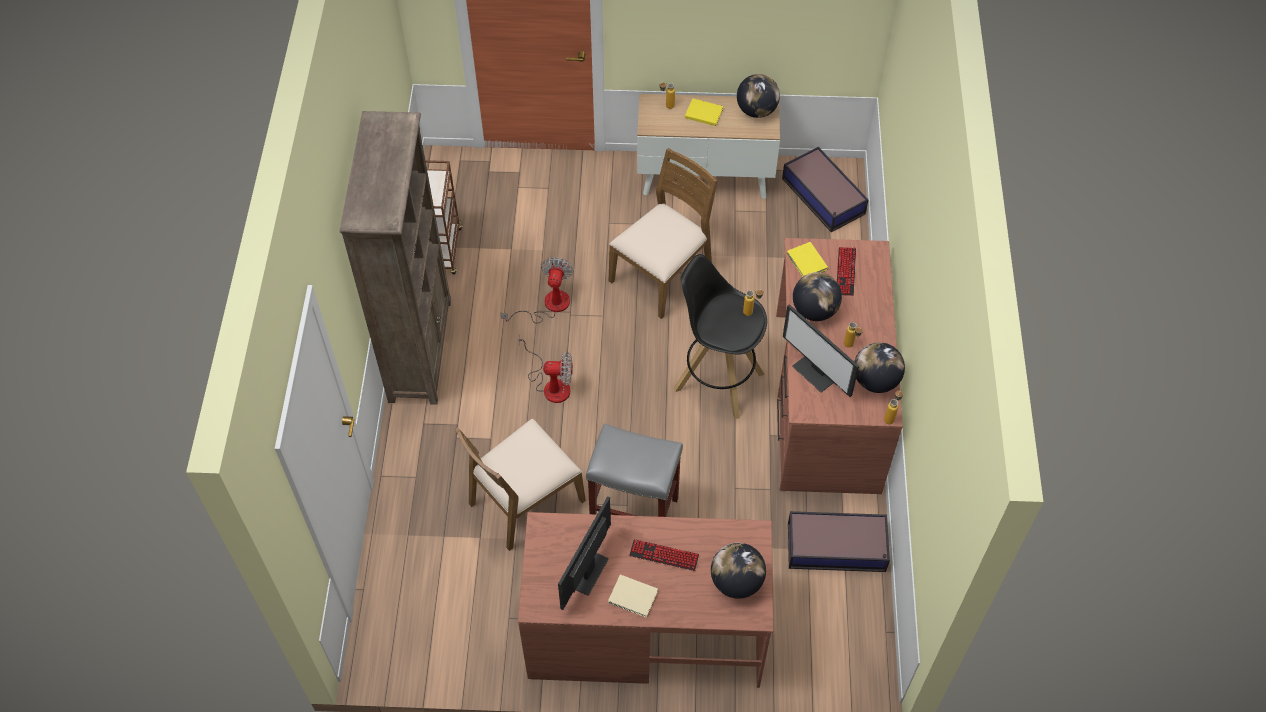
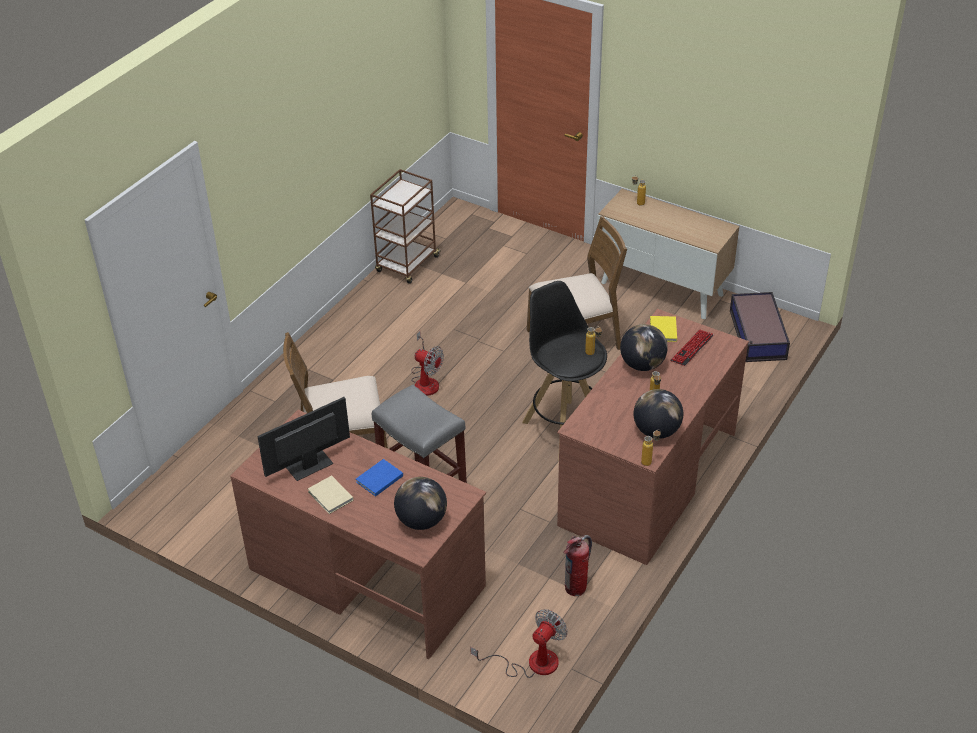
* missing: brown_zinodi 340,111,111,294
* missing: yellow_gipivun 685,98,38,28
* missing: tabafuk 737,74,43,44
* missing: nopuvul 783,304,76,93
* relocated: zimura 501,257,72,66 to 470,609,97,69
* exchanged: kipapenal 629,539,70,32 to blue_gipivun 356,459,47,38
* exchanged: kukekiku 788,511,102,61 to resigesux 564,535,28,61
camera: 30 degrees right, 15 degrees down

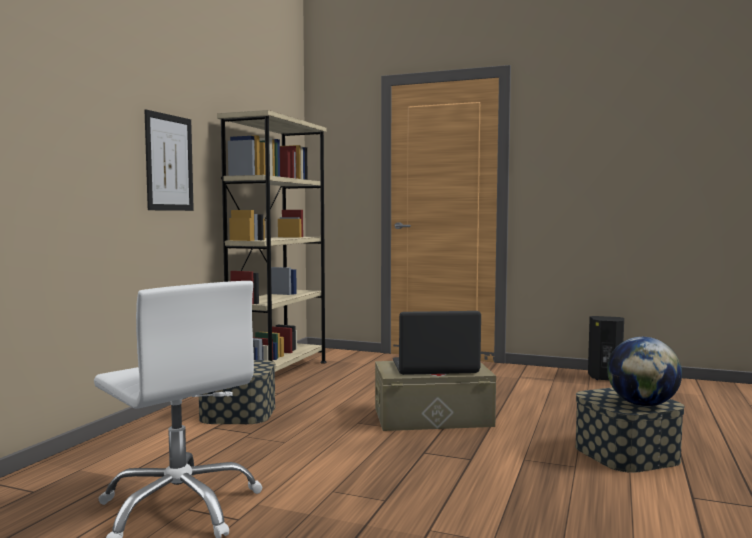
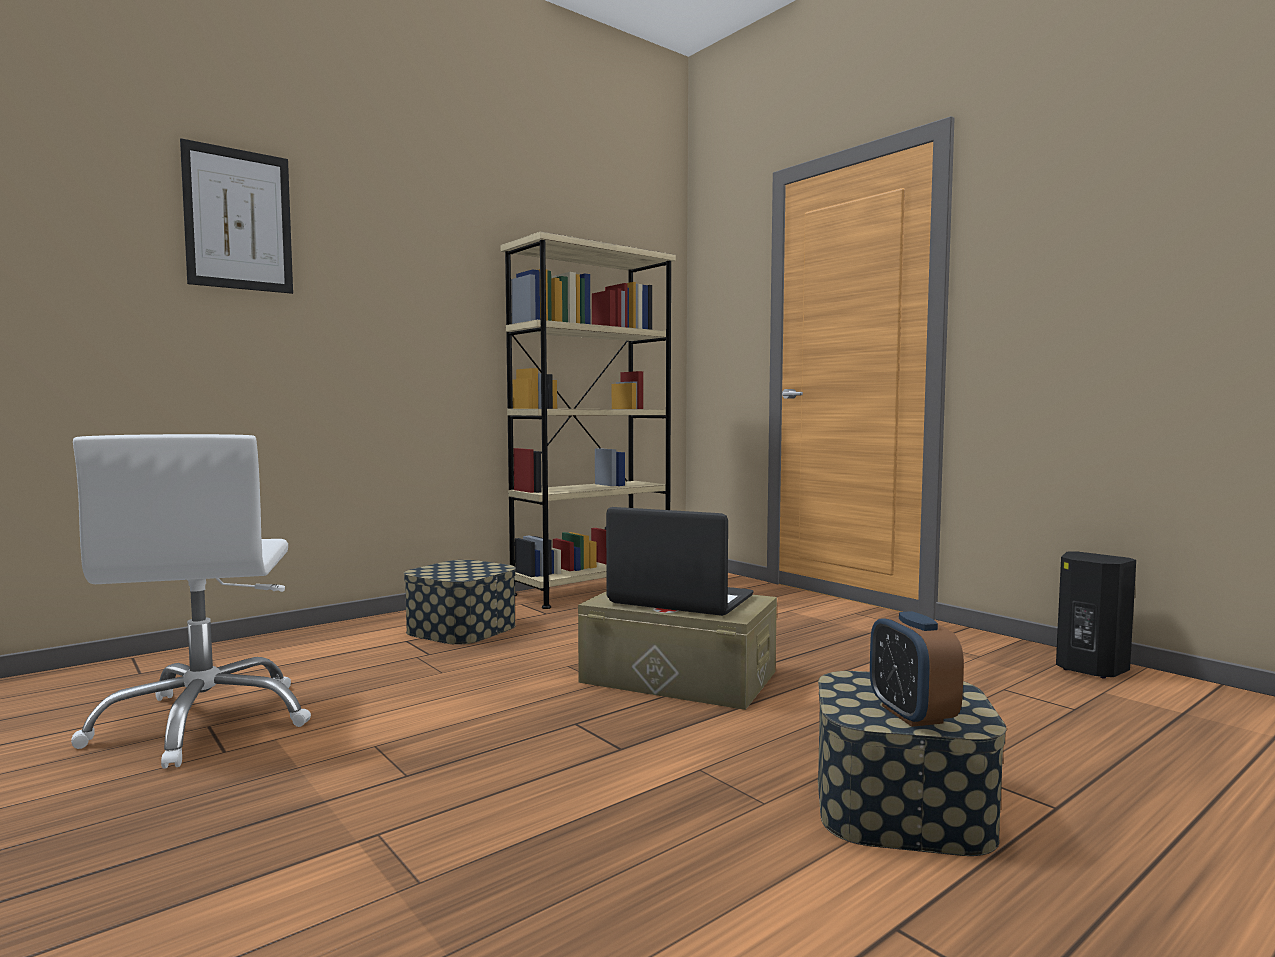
* relocated: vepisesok 144,109,50,102 to 180,138,113,156
* exchanged: tabafuk 607,337,75,69 to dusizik 870,611,94,116
camera: 30 degrees right, 0 degrees up

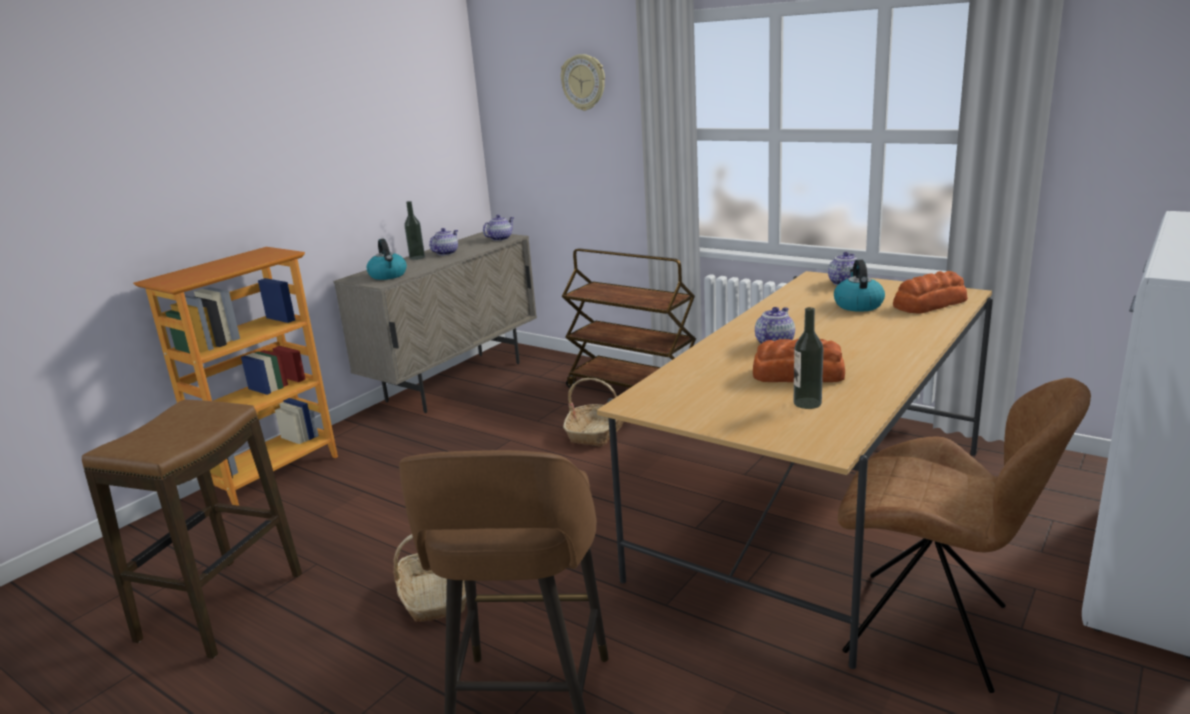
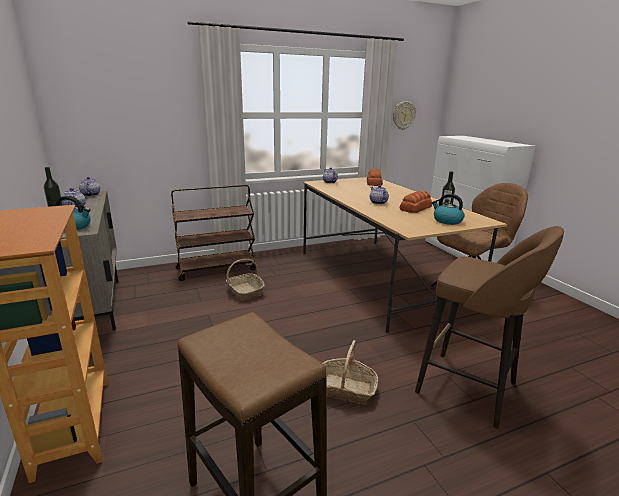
* relocated: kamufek 561,54,44,57 to 393,101,23,29
* relocated: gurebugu 834,260,51,52 to 432,194,33,31
camera: 60 degrees left, 0 degrees up

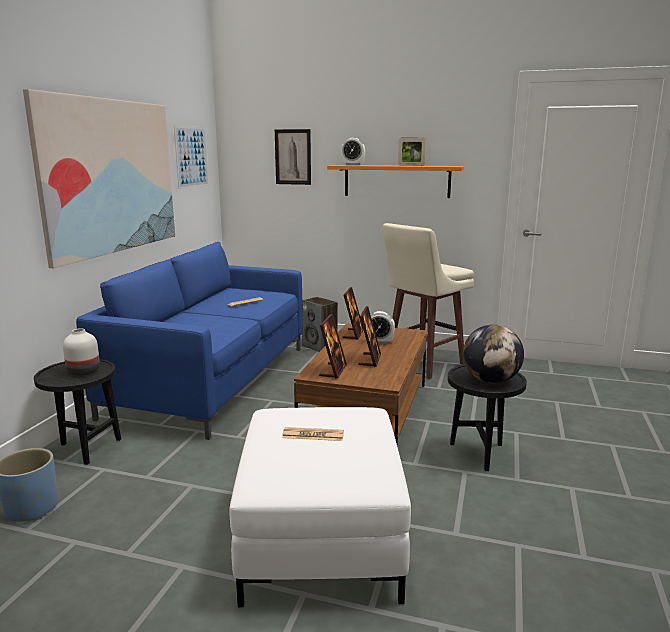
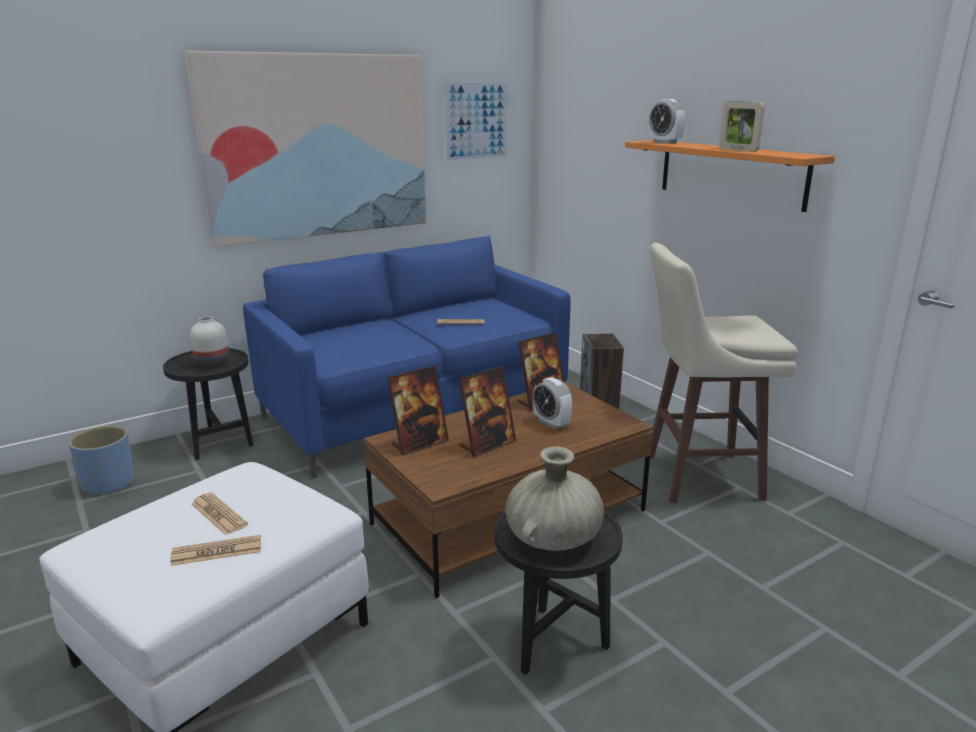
* missing: vepisesok 275,129,36,56
* appeared: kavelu 170,535,91,31
* exchanged: tabafuk 463,324,61,59 to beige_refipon 505,447,99,104
camera: 40 degrees right, 5 degrees up

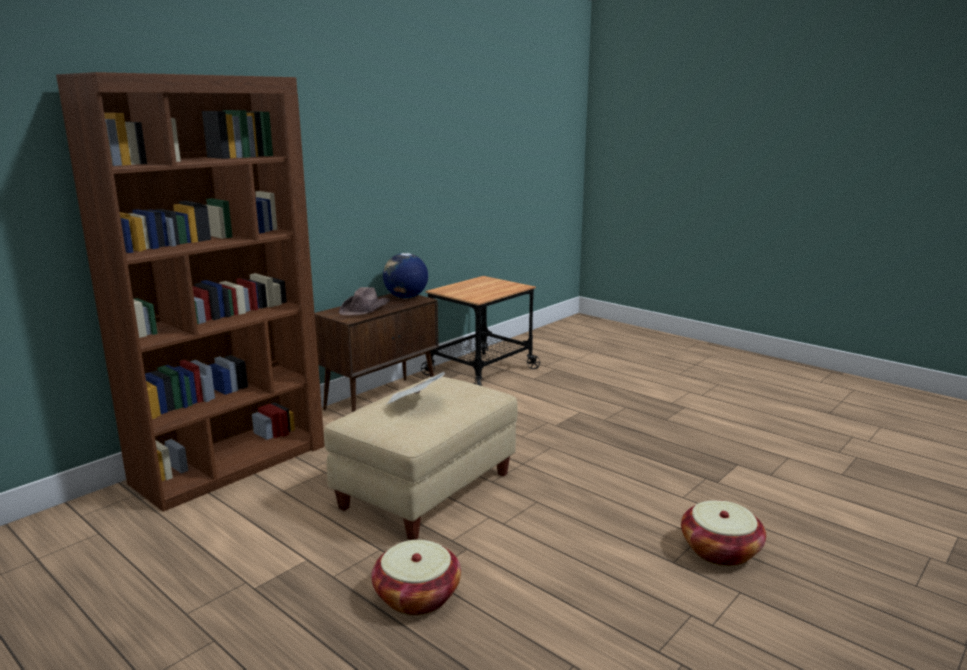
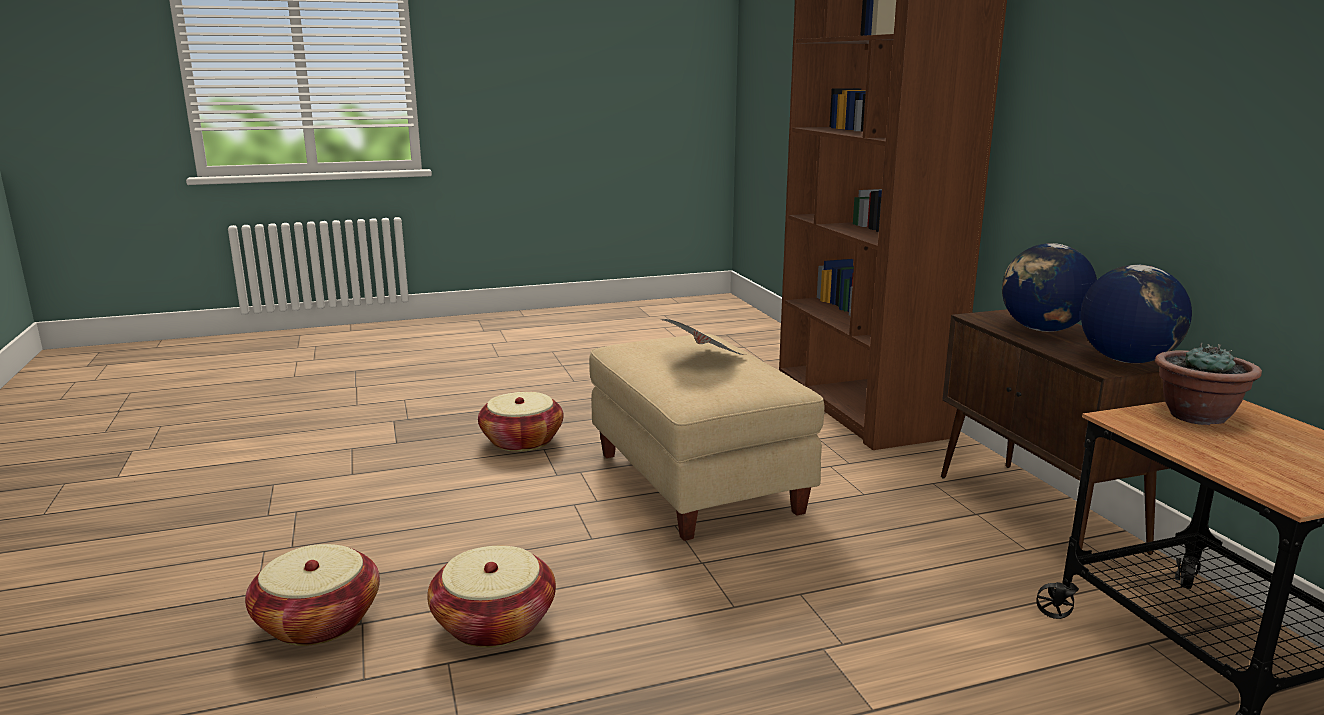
* appeared: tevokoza 427,546,129,102
* appeared: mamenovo 1155,343,107,82
* exchanged: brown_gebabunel 338,287,52,28 to tabafuk 1002,243,95,89
camera: 120 degrees right, 0 degrees up

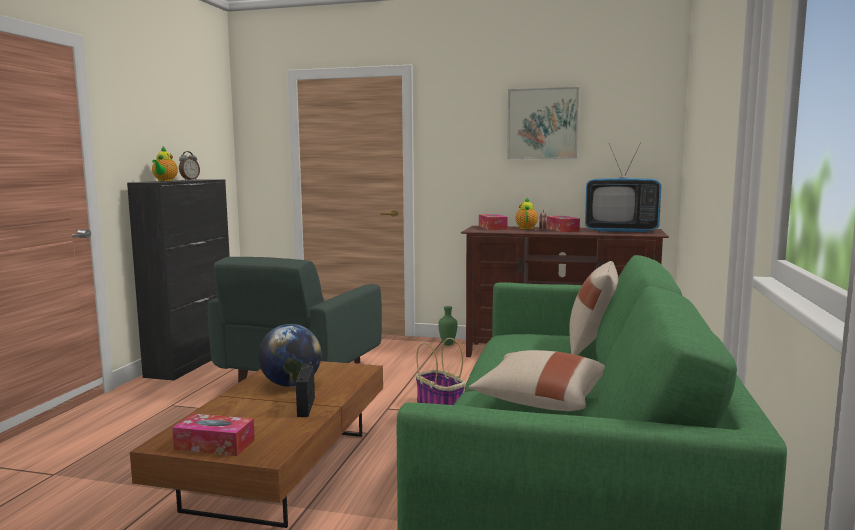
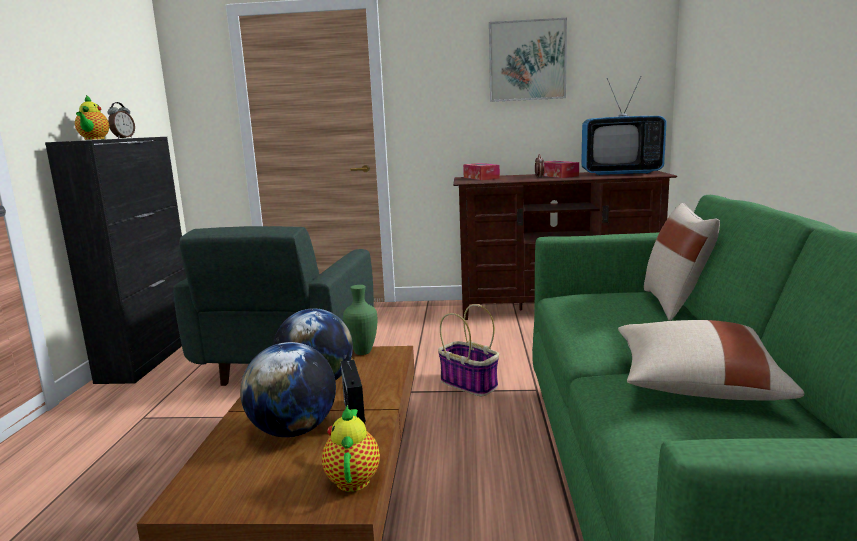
* missing: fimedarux 172,414,83,42
* appeared: tabafuk 240,342,96,95
* relocated: green_refipon 438,306,20,40 to 343,285,34,70
* relocated: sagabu 516,197,22,32 to 322,405,58,87
camera: 10 degrees left, 5 degrees up

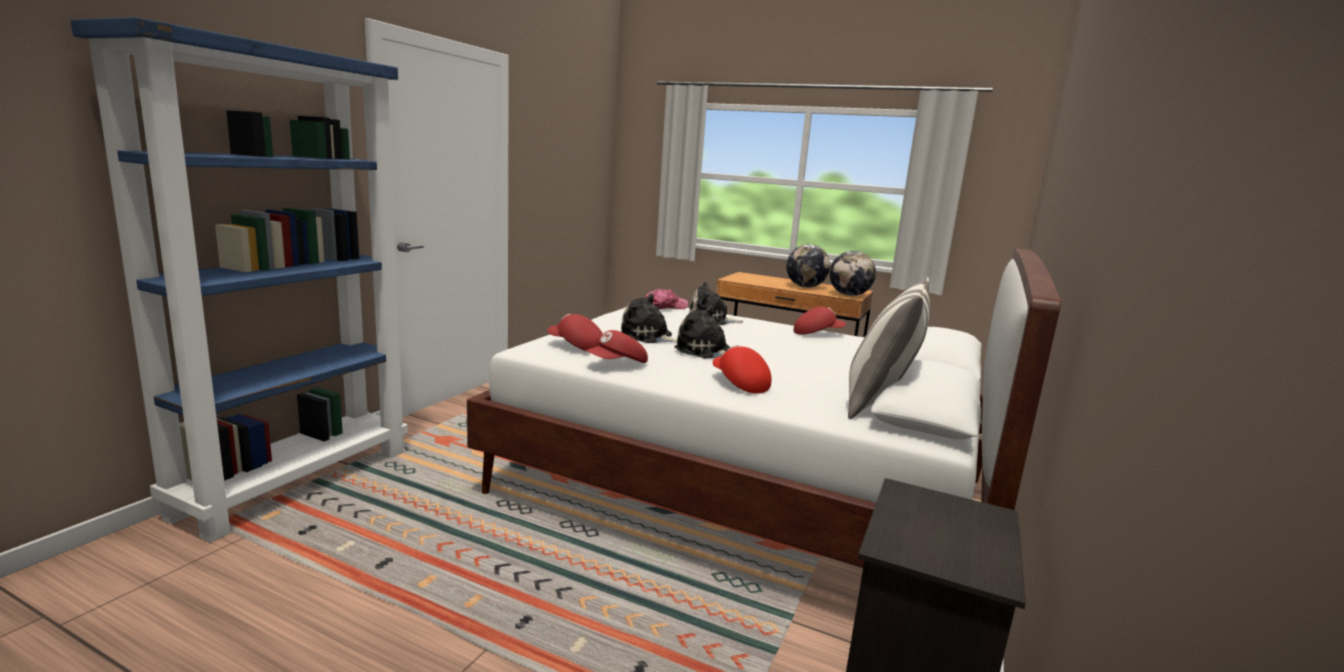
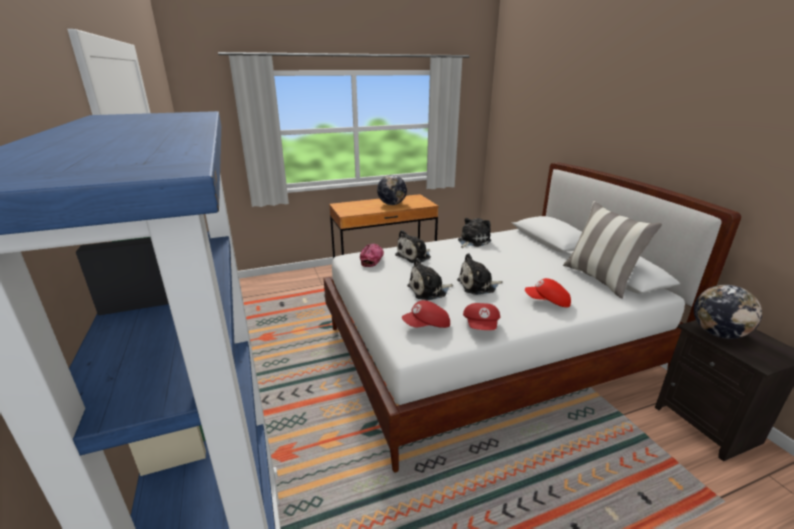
* relocated: tabafuk 829,251,47,45 to 694,285,68,54
* exchanged: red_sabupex 794,307,52,28 to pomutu 458,218,33,30
camera: 45 degrees left, 10 degrees up

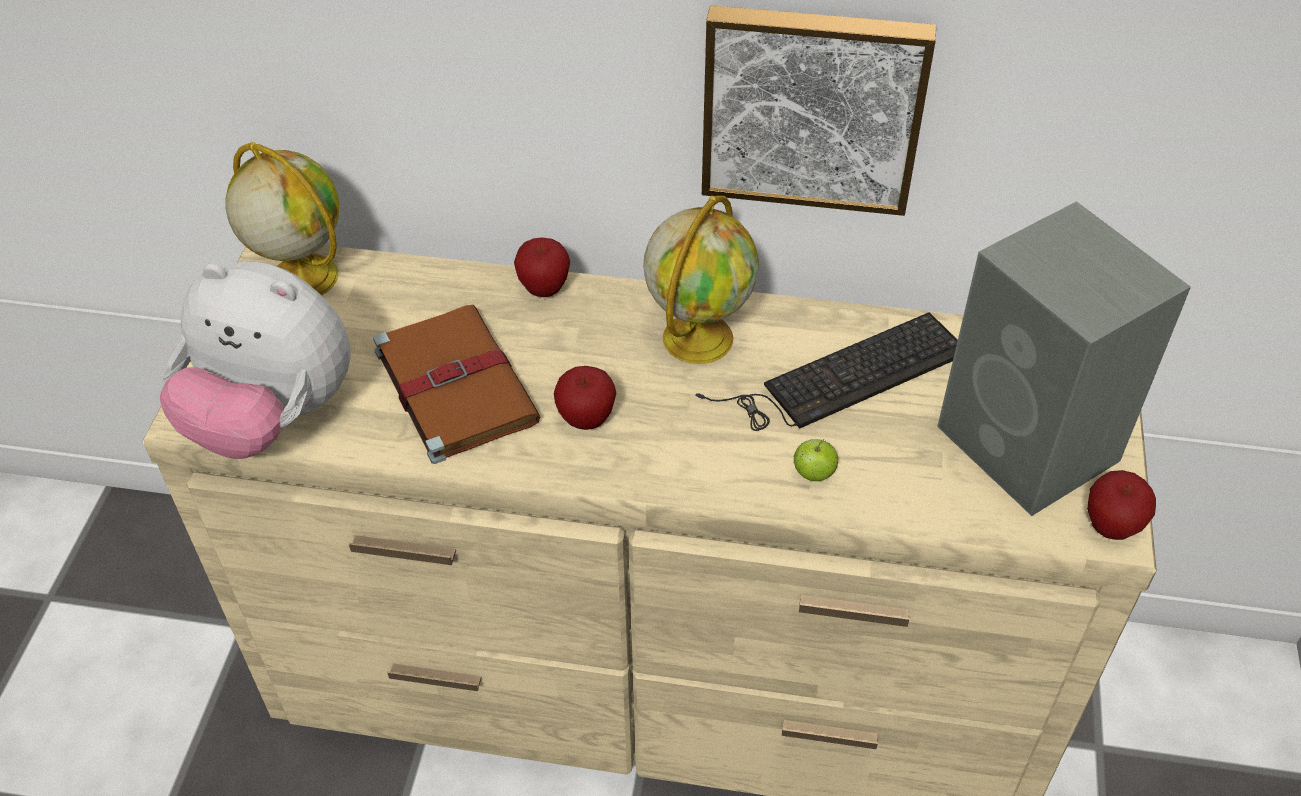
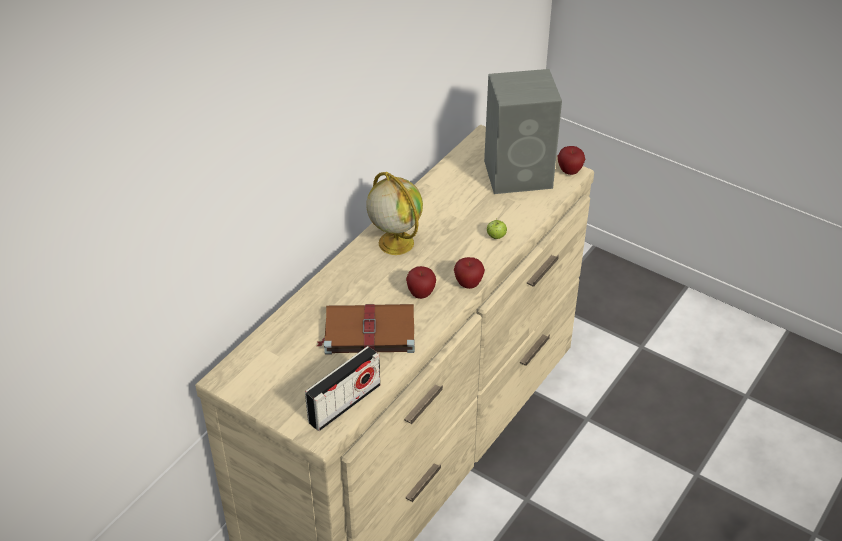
* missing: tabafuk 226,142,113,154
* missing: kipapenal 695,312,263,119
* missing: vepisesok 702,5,234,211
* relocated: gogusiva 514,238,56,59 to 454,257,31,32
* exchanged: pomutu 160,262,191,197 to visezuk 305,346,75,85
camera: 65 degrees left, 5 degrees down

